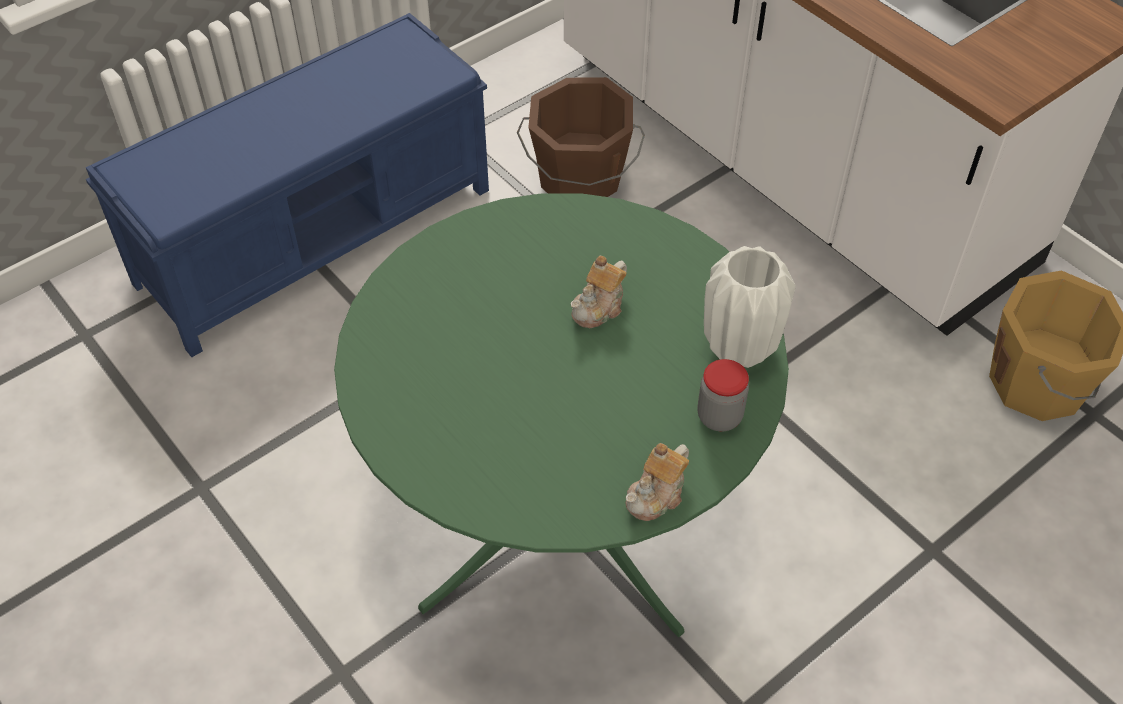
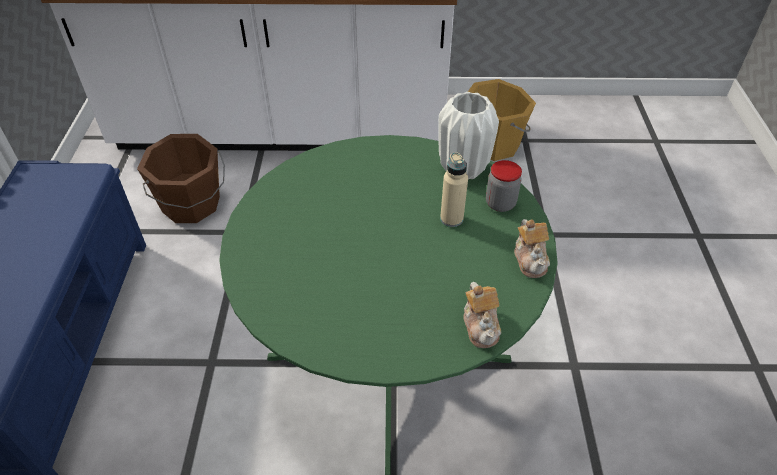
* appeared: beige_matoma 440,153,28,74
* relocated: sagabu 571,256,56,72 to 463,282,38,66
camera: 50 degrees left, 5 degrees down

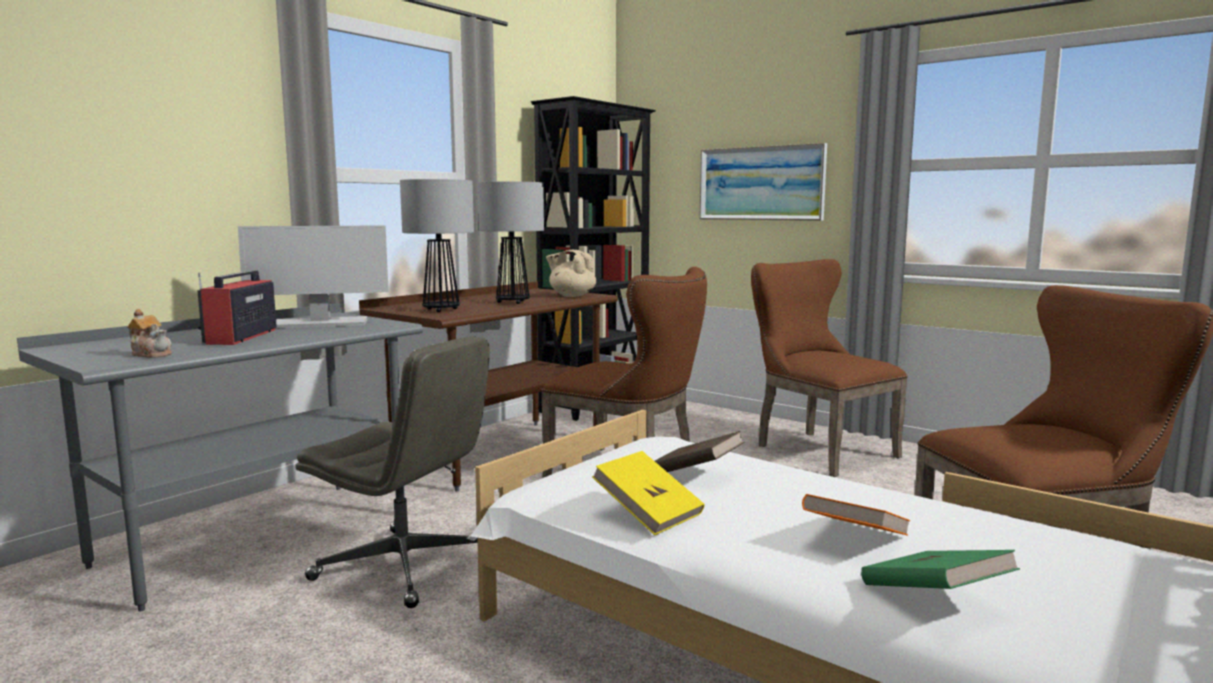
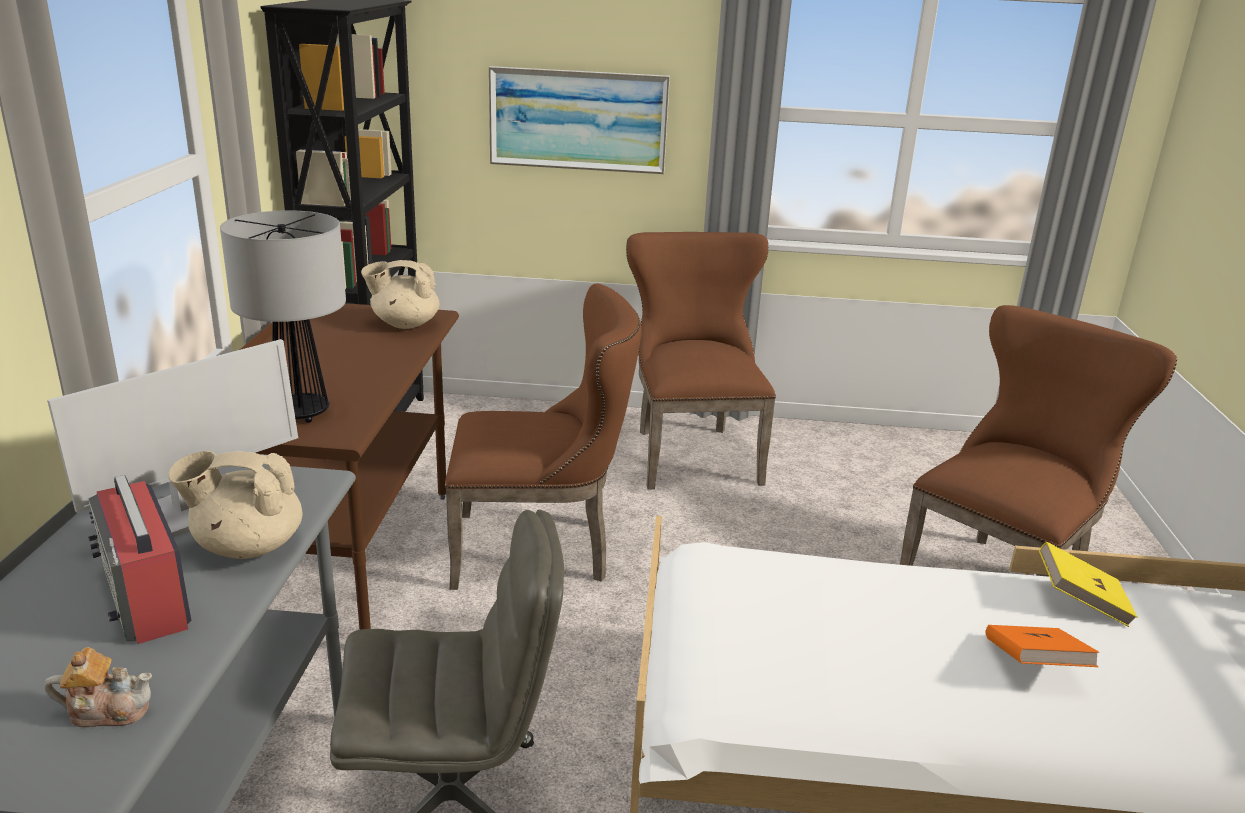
* missing: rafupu 478,182,66,122
* missing: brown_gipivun 655,431,90,41
* missing: green_gipivun 861,550,159,39
* appeared: beige_sagabu 168,451,134,108
* relocated: yellow_gipivun 592,451,113,84 to 1039,542,99,85
* spun: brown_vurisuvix 751,259,157,218 = 626,232,150,257 60 degrees clockwise
camera: 35 degrees left, 15 degrees up

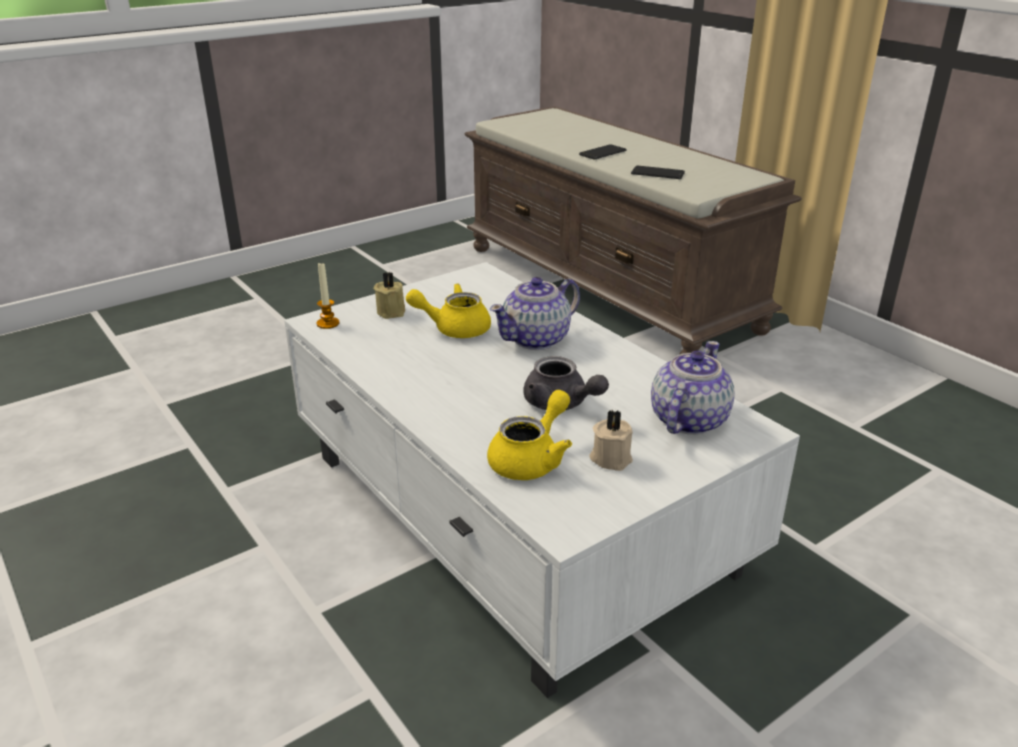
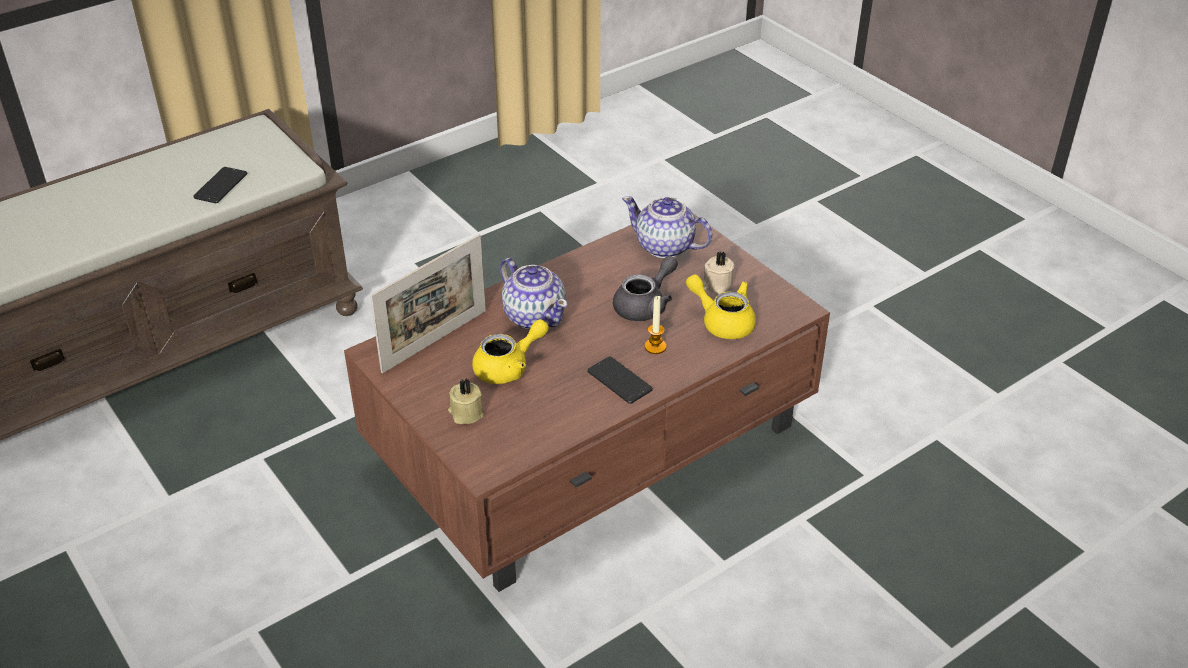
* appeared: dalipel 370,234,116,139
* relocated: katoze 317,263,22,66 to 644,296,23,58
* relocated: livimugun 579,144,48,16 to 587,357,66,47
* colour: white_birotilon 284,262,516,436 to brown_birotilon 344,213,486,379
* spun: yellow_sagabu 406,284,85,54 = 472,319,77,65 120 degrees counterclockwise
camera: 90 degrees left, 10 degrees up

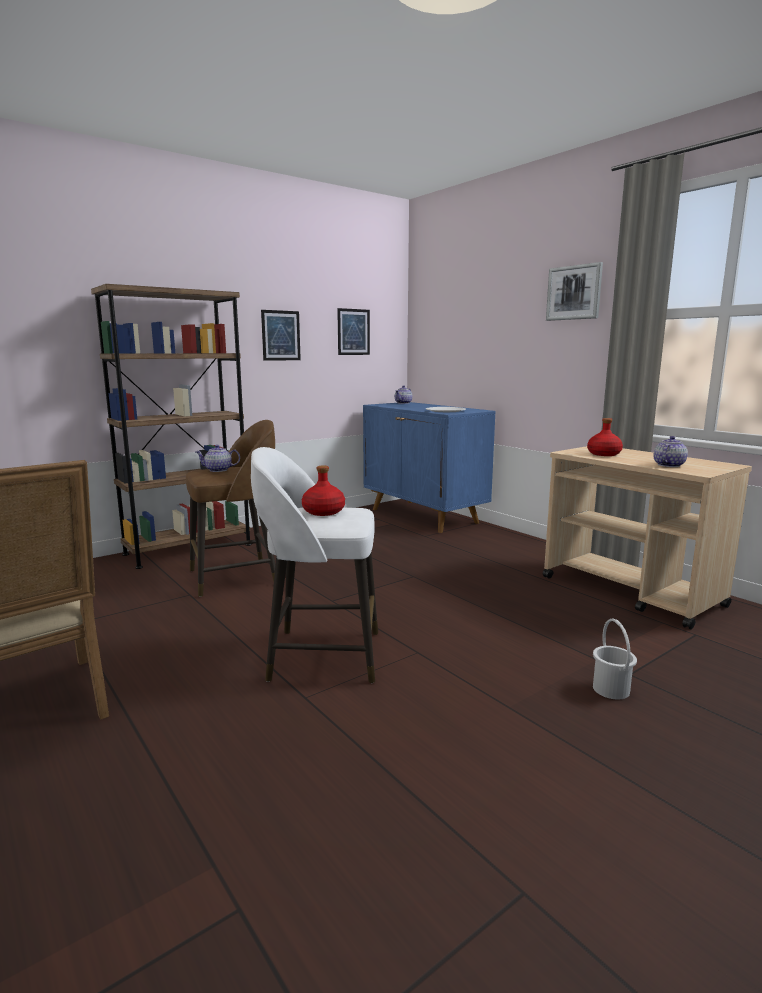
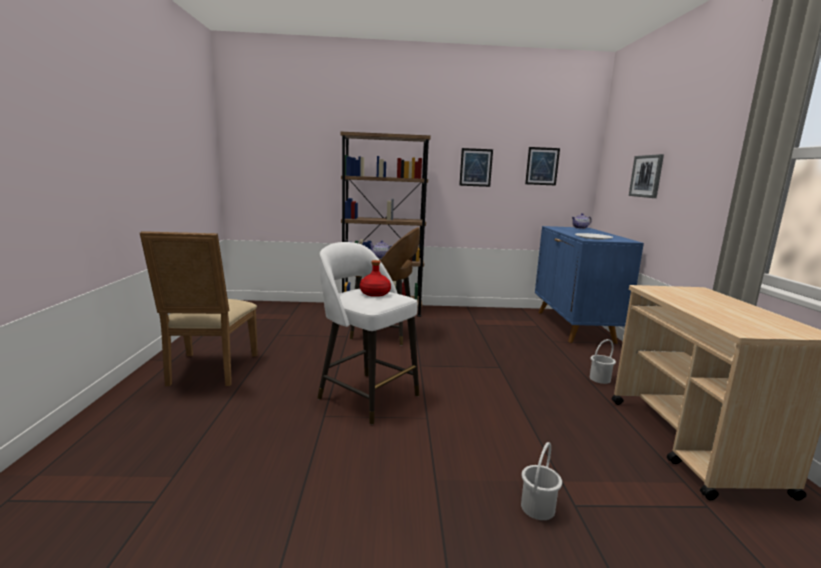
* missing: red_matoma 587,418,36,38
* missing: sagabu 653,436,35,31
* appeared: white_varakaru 590,339,26,45
* relocated: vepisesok 546,262,57,59 to 629,154,35,44
camera: 35 degrees right, 0 degrees up

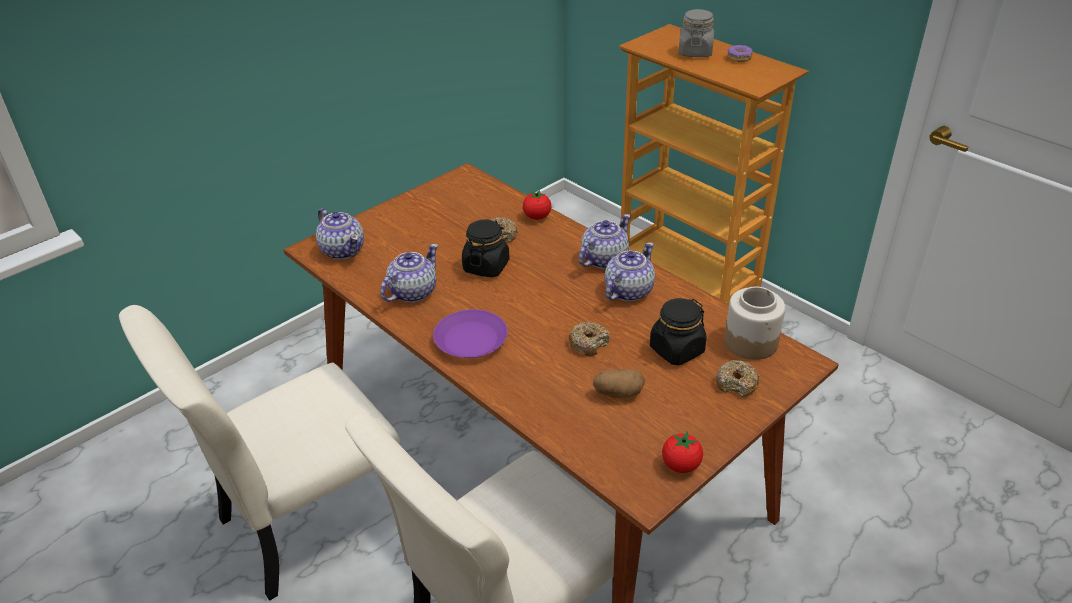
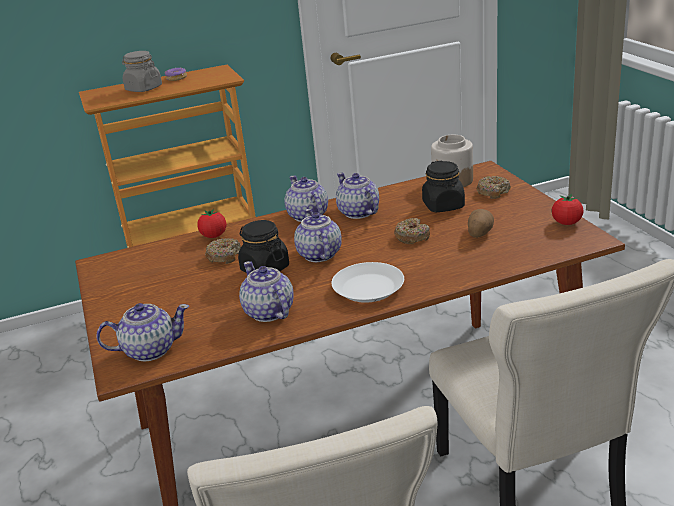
* appeared: sagabu 294,209,48,53
* colour: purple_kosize 433,309,75,49 to white_kosize 331,262,73,41
camera: 65 degrees left, 10 degrees down

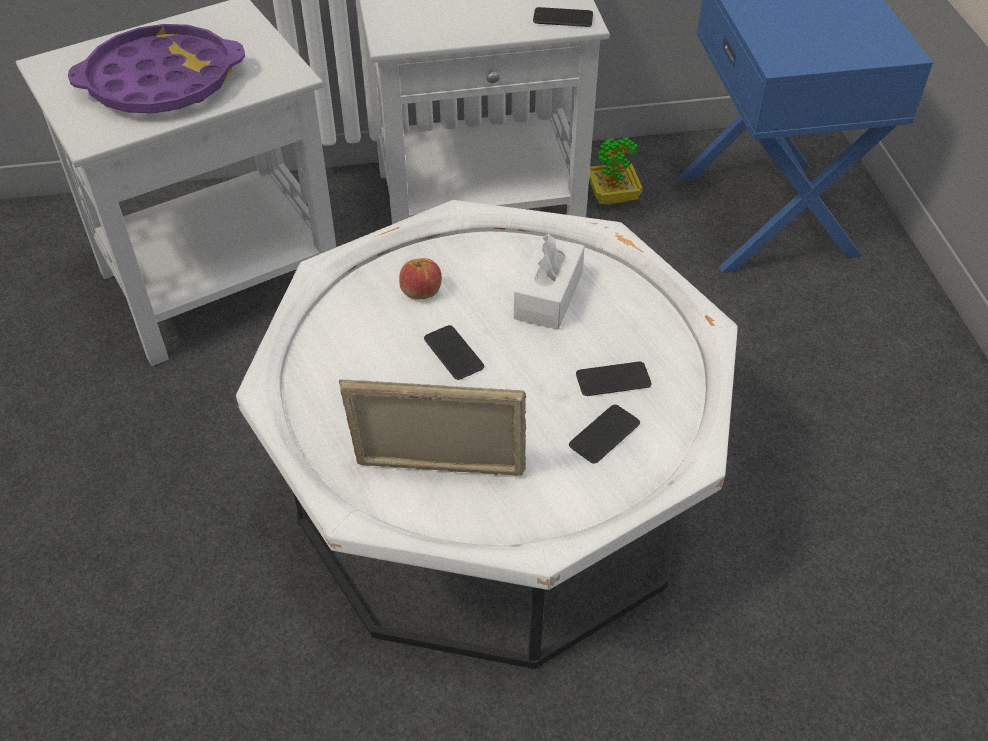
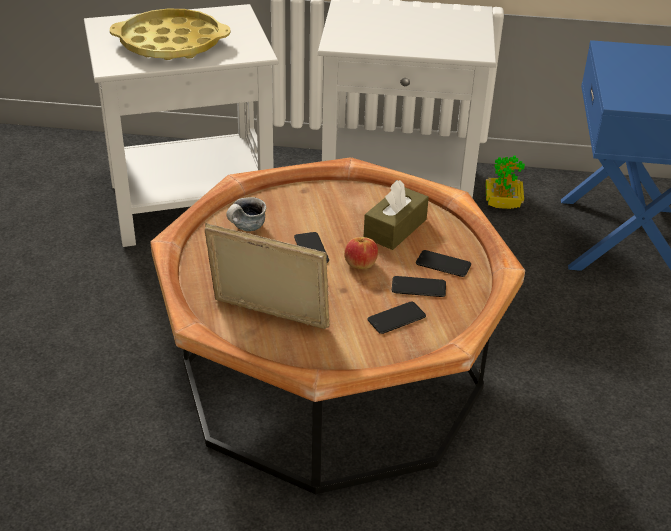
* appeared: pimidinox 226,197,40,34
* relocated: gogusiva 399,258,43,41 to 344,237,34,32
* relocated: livimugun 533,7,60,20 to 416,250,55,27
* colour: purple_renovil 68,24,177,89 to yellow_renovil 110,9,120,51
* colour: white_birotilon 236,200,502,469 to brown_birotilon 150,157,375,337
* colour: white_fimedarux 514,234,71,96 to brown_fimedarux 364,180,65,70
camera: 15 degrees right, 10 degrees down

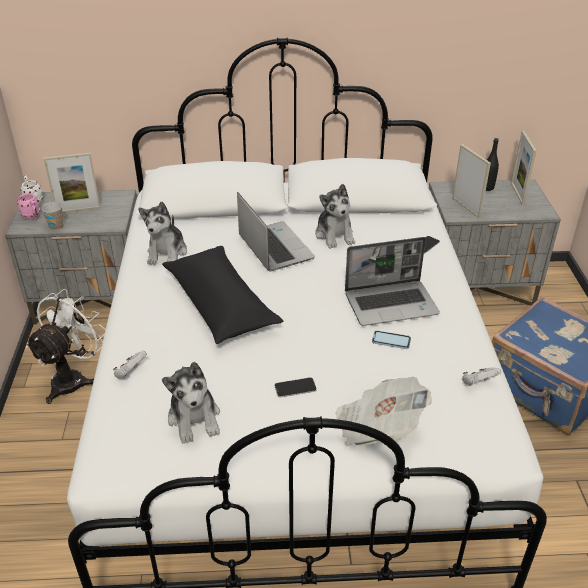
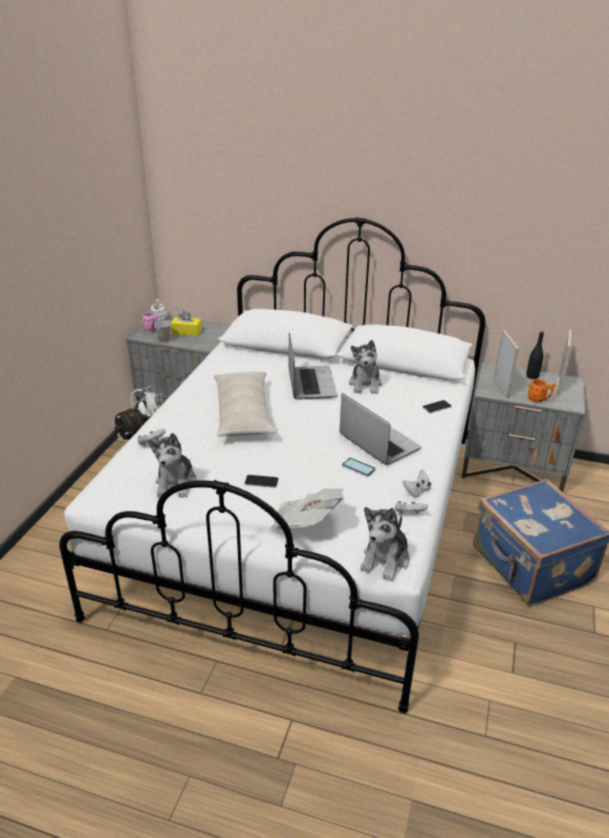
* appeared: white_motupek 403,470,28,28
* appeared: orange_pimidinox 528,379,28,23
* relocated: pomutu 138,202,49,63 to 360,507,49,74
* exchanged: dalipel 43,153,57,60 to yellow_fimedarux 171,311,31,25
* colour: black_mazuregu 162,246,121,98 to beige_mazuregu 214,371,63,66
* spun: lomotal 345,237,95,89 = 339,393,82,72 135 degrees counterclockwise
camera: 20 degrees right, 5 degrees down

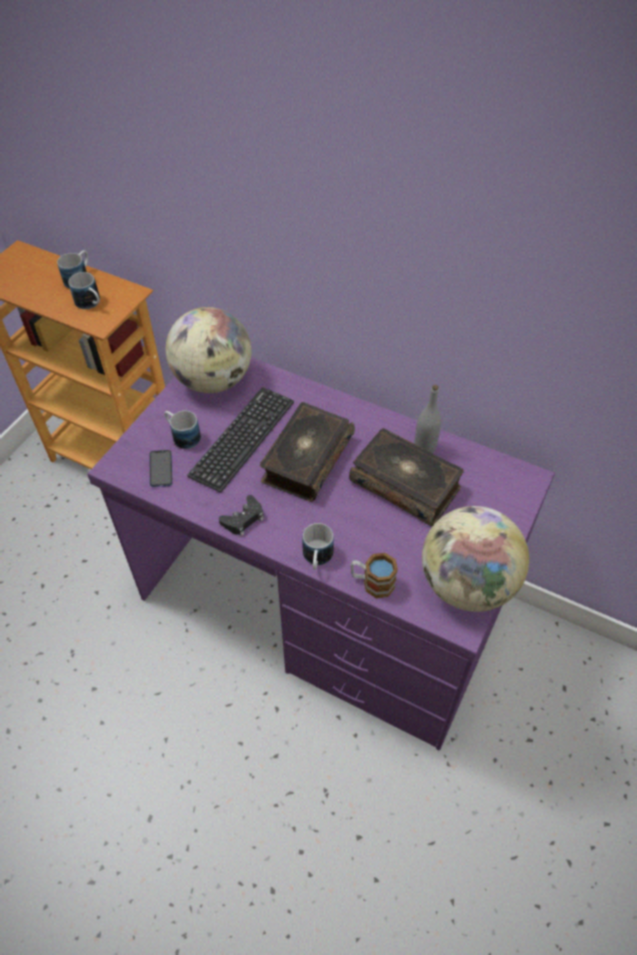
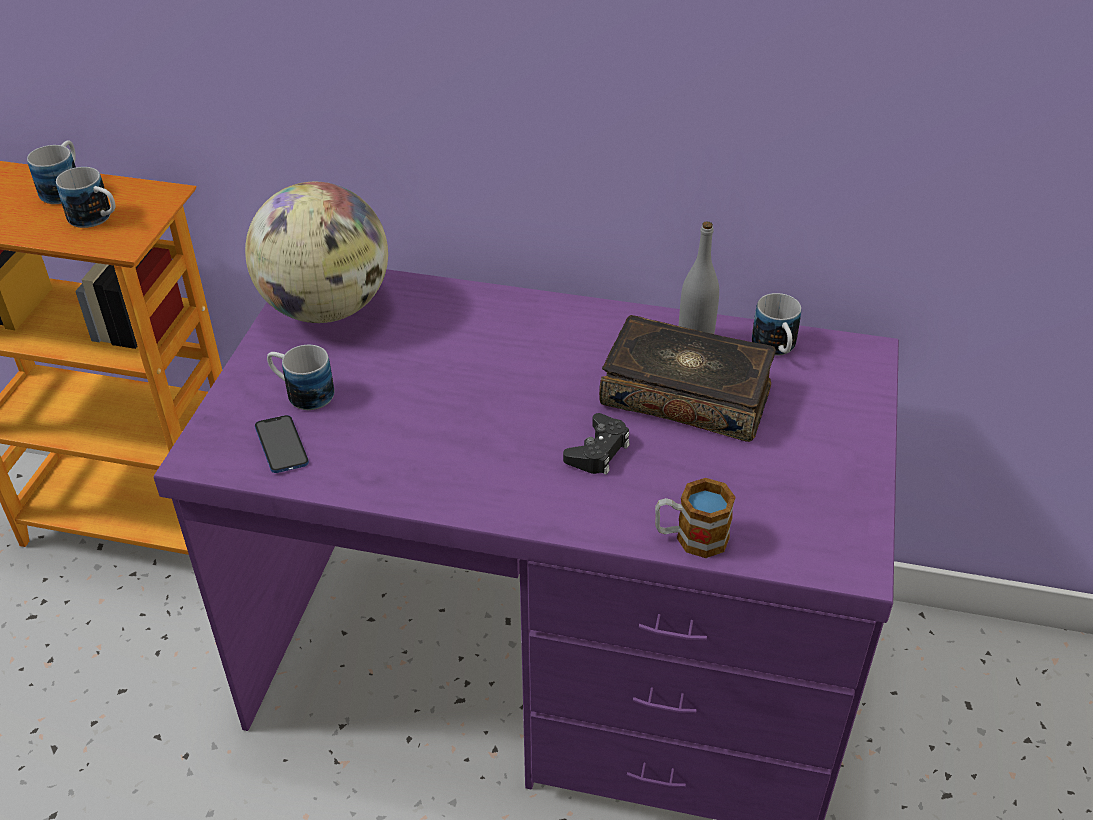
* missing: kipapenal 187,387,107,106
* missing: gipivun 260,402,95,100
* missing: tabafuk 422,506,107,106
* relocated: black_motupek 219,495,45,41 to 563,413,67,61
* relocated: pimidinox 302,523,32,47 to 752,293,49,63
camera: 15 degrees left, 10 degrees down

